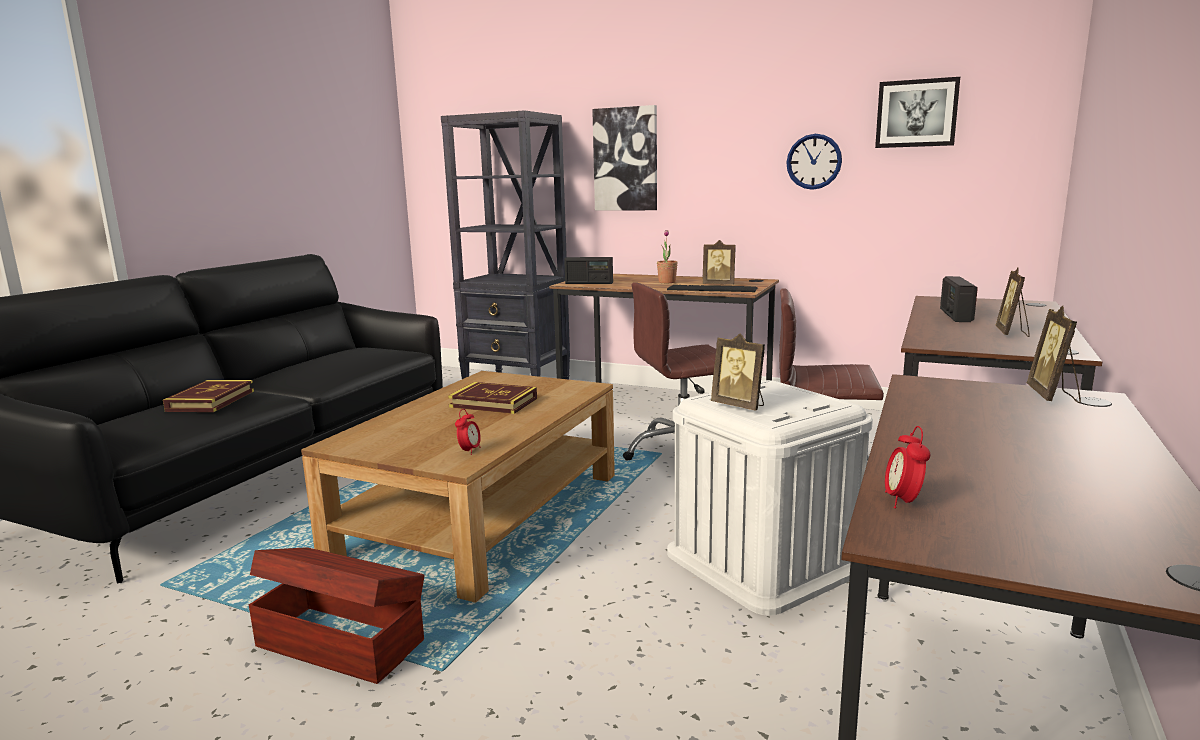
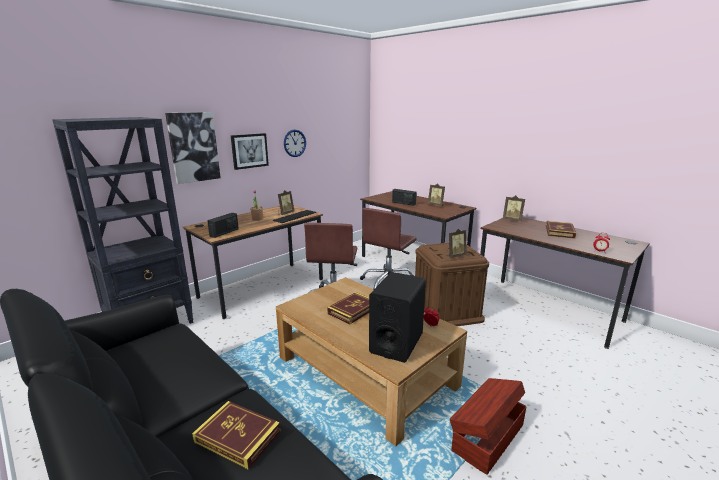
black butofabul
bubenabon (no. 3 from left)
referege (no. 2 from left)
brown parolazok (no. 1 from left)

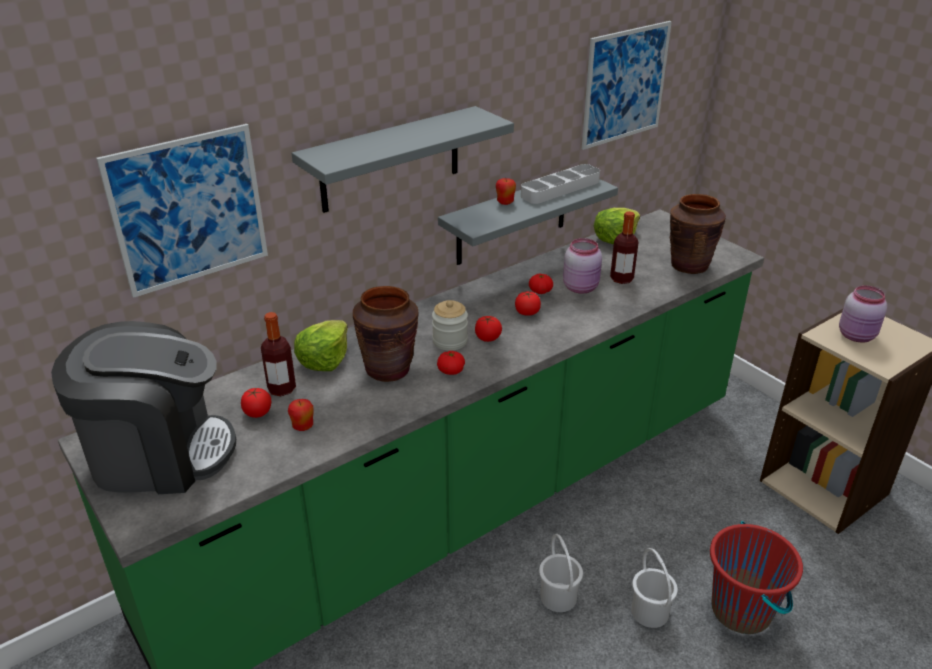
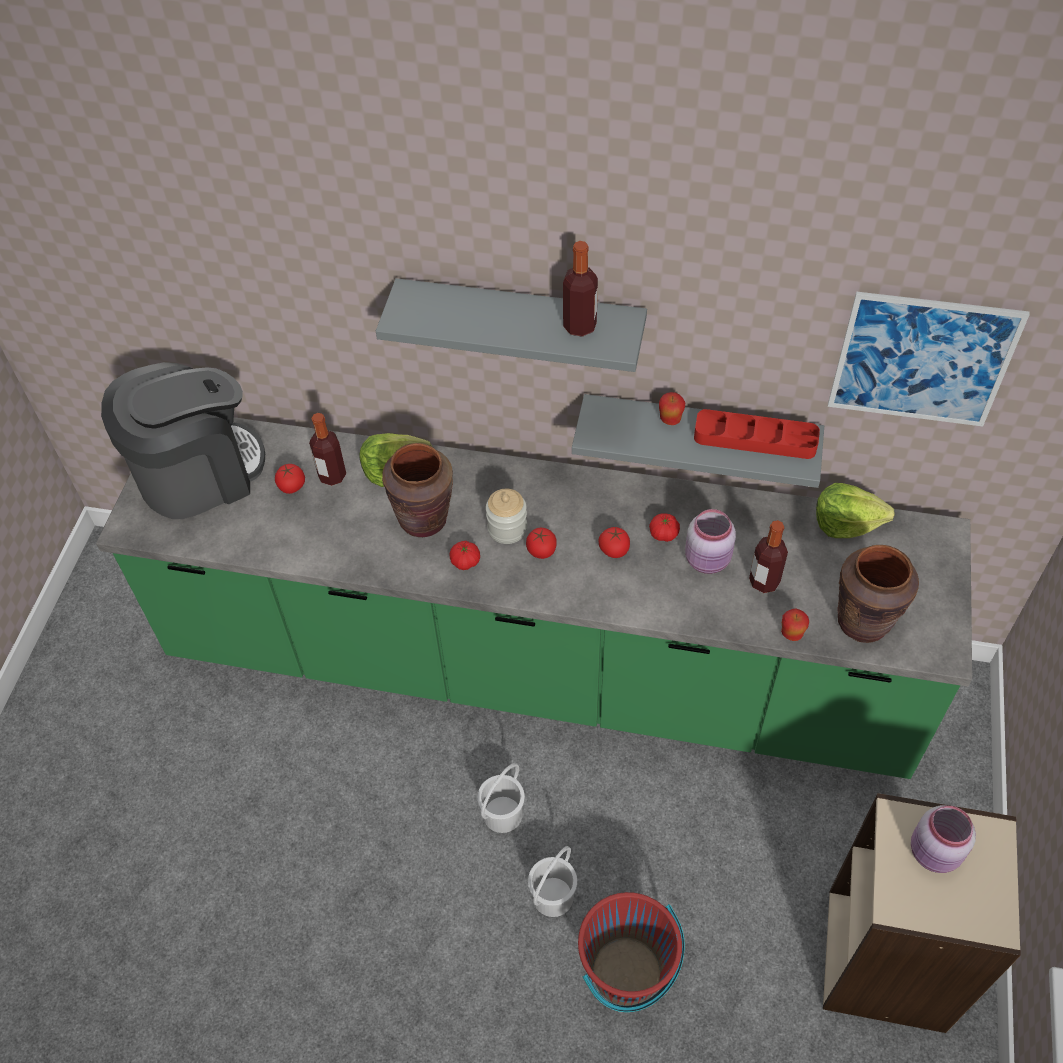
referege (no. 1 from left in the first image)
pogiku (no. 2 from left)
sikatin (no. 2 from left)
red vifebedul
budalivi

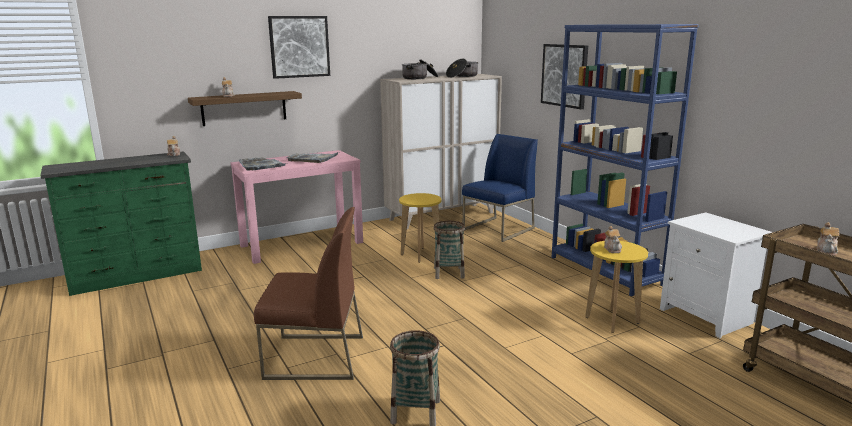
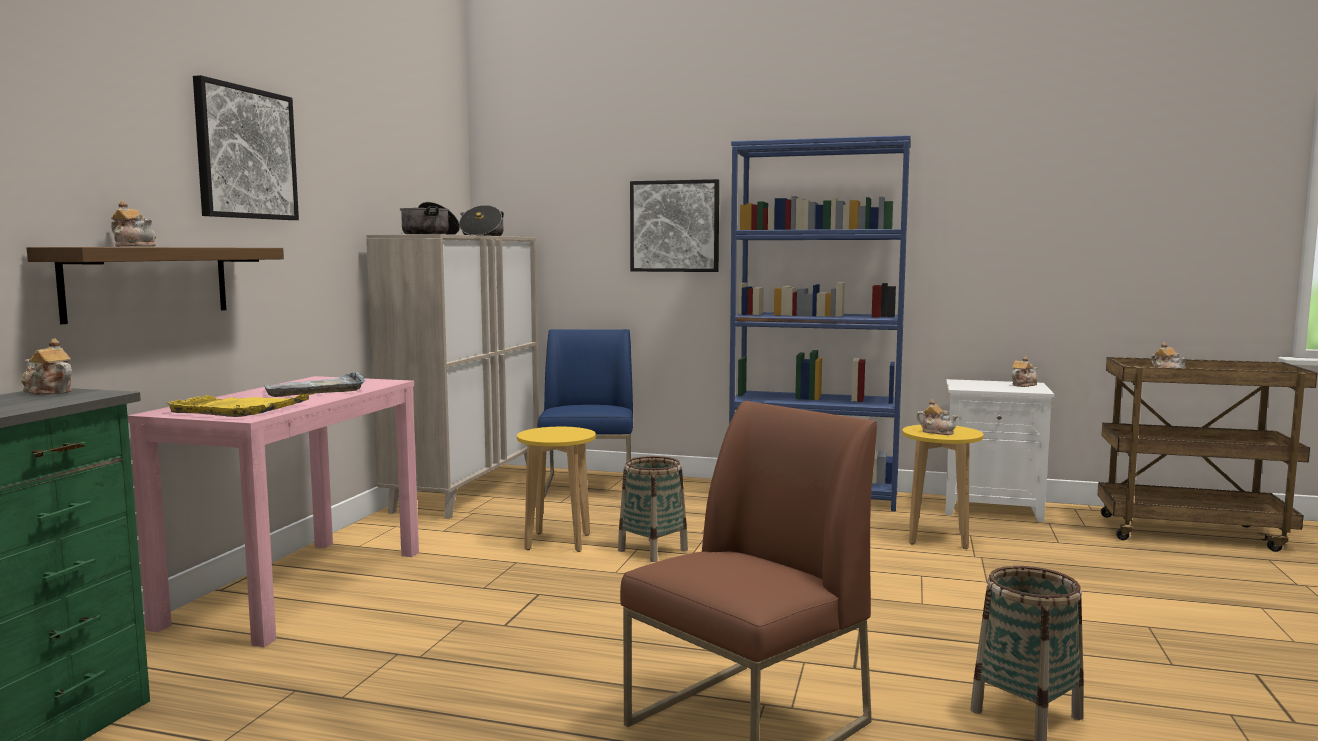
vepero (no. 4 from left)
yellow vifebedul

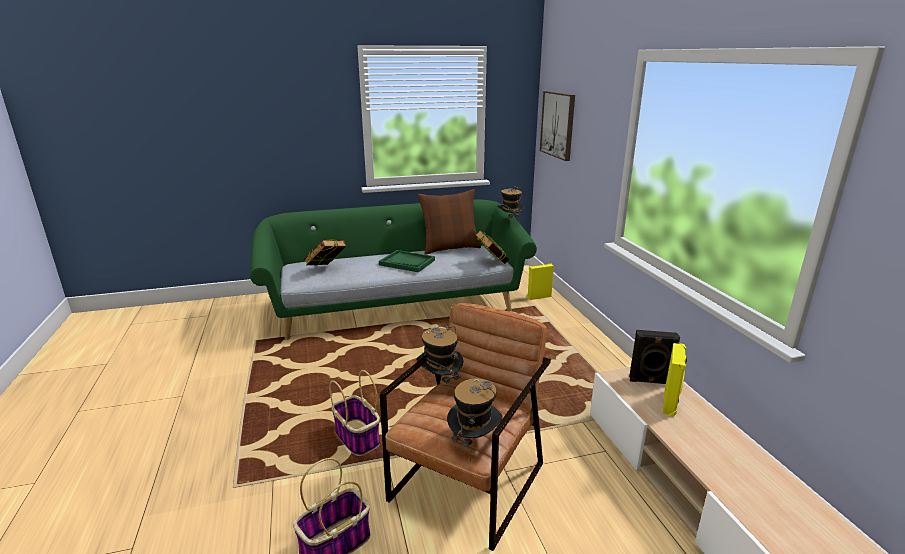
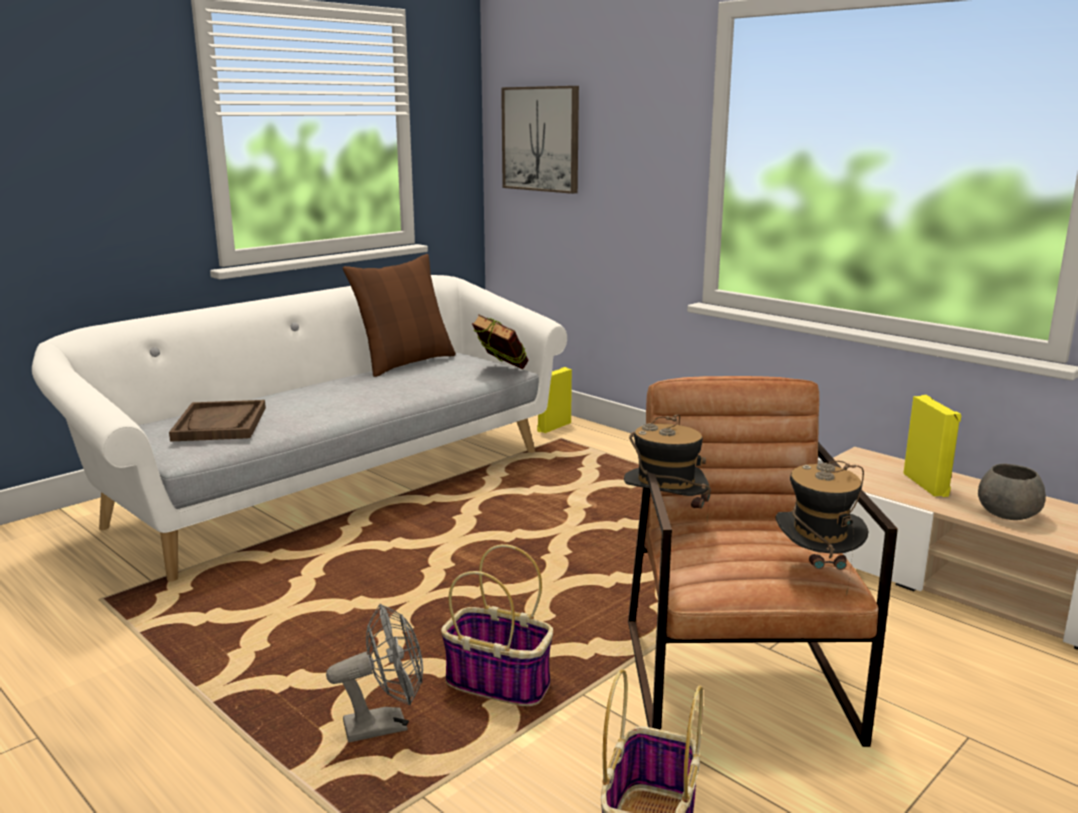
green vifebedul
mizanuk (no. 3 from left in the first image)
black butofabul
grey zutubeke
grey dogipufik
brown vifebedul
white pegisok

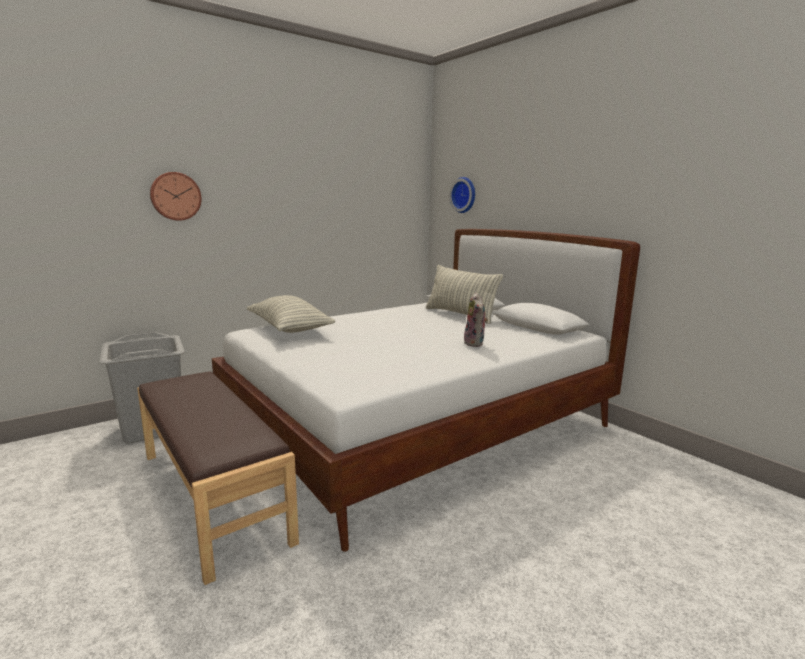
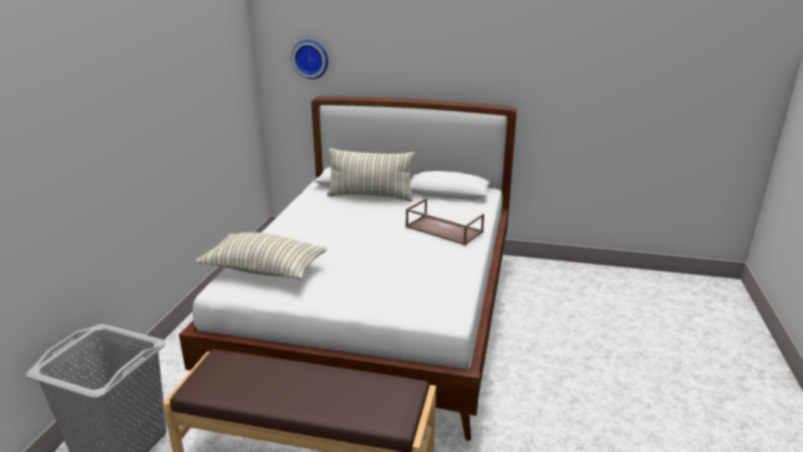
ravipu (no. 1 from left in the first image)
brown vifebedul

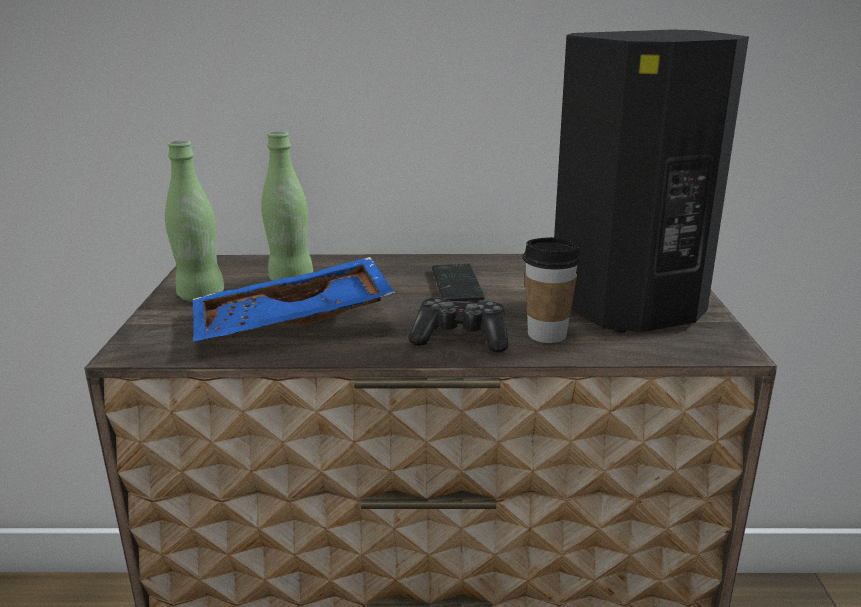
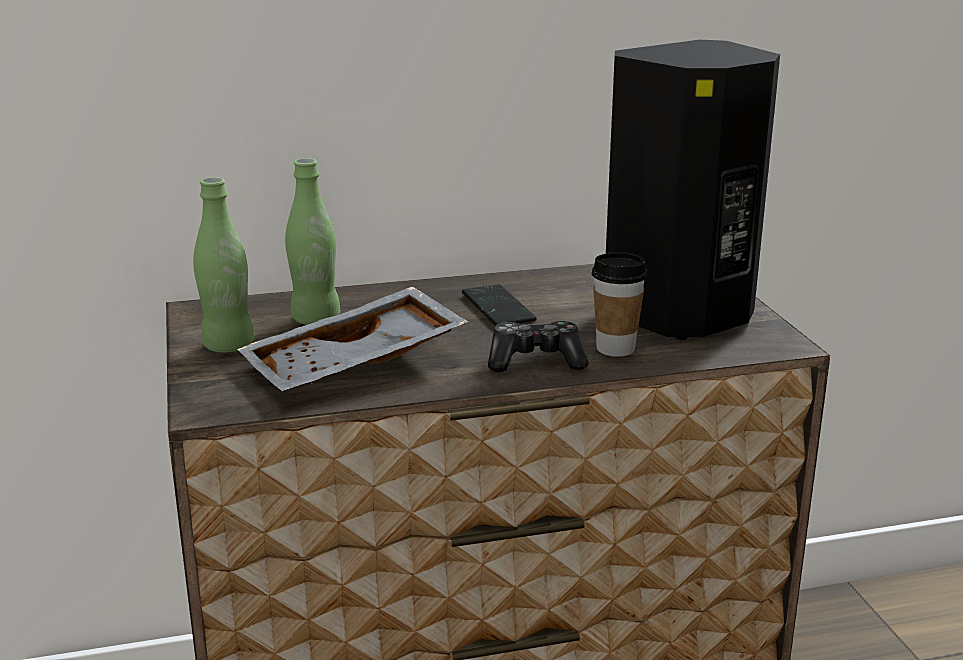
grey vifebedul

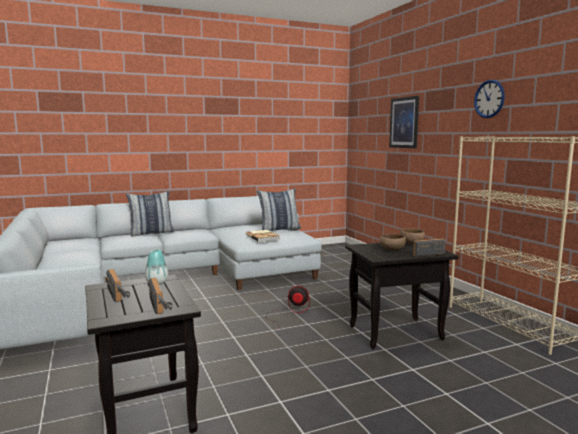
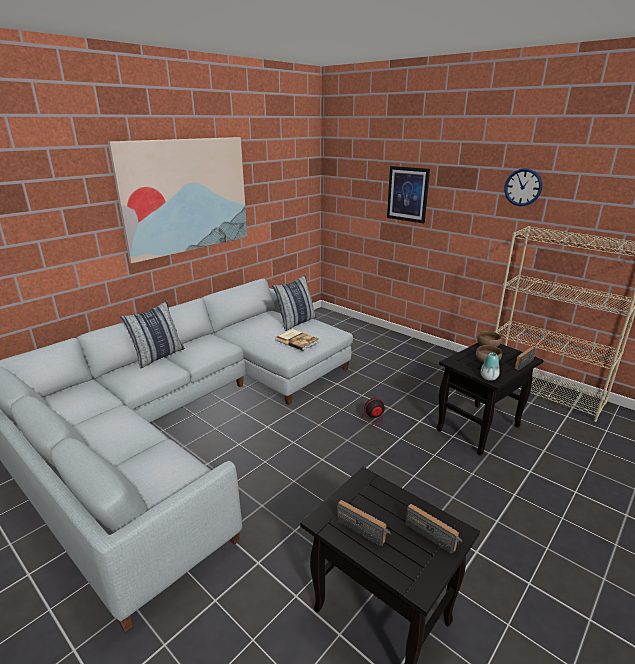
referege (no. 1 from left)
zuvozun

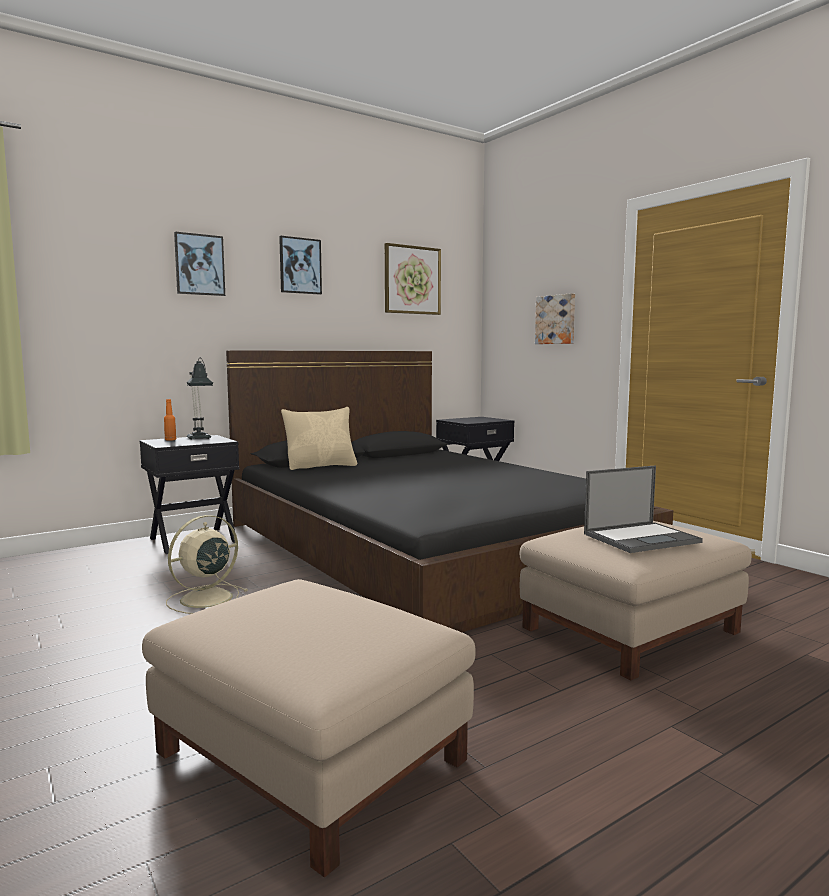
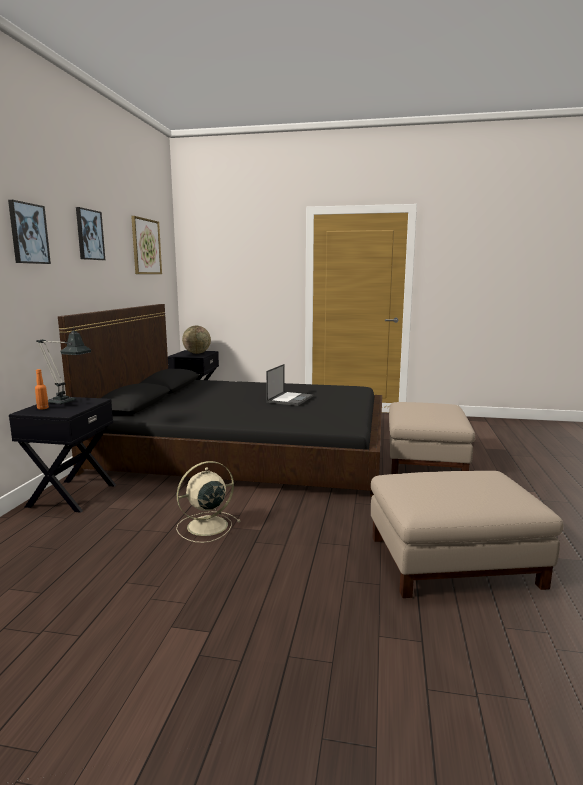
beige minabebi
referege (no. 4 from left in the first image)
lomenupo
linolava
beige zutubeke

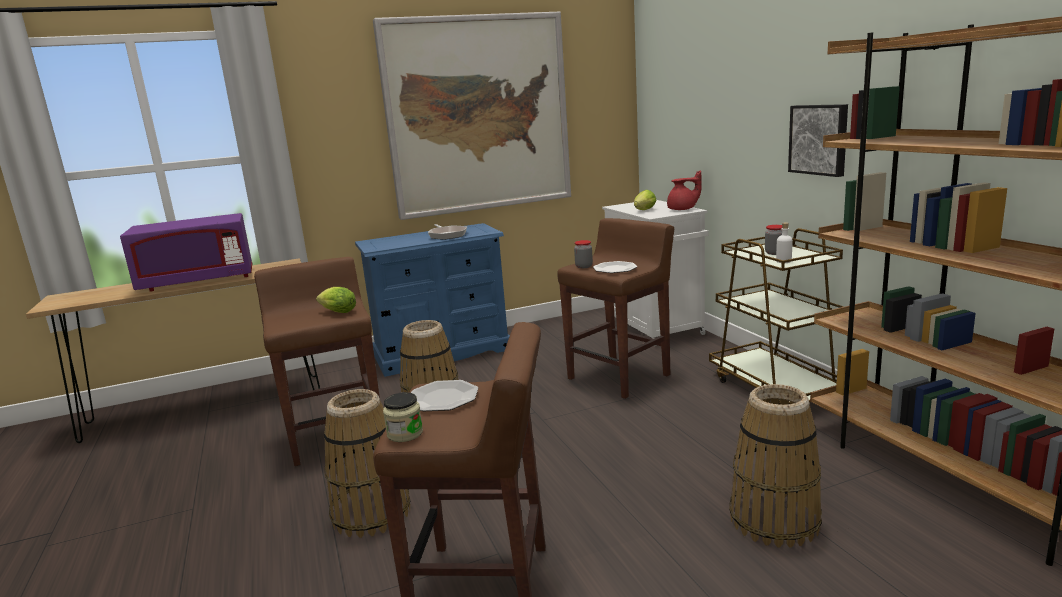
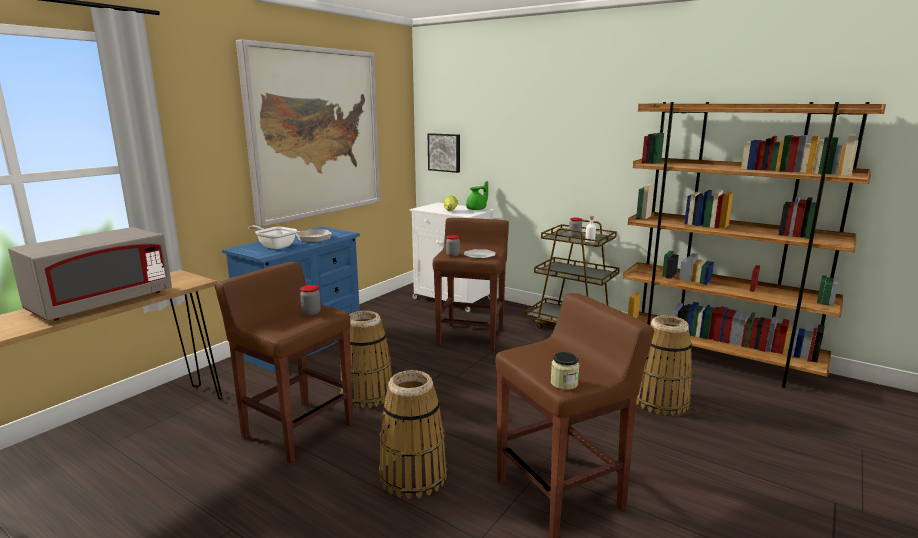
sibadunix (no. 1 from left in the first image)
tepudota (no. 1 from left)
referege (no. 2 from left)
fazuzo (no. 1 from left)
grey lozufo
green vepero

